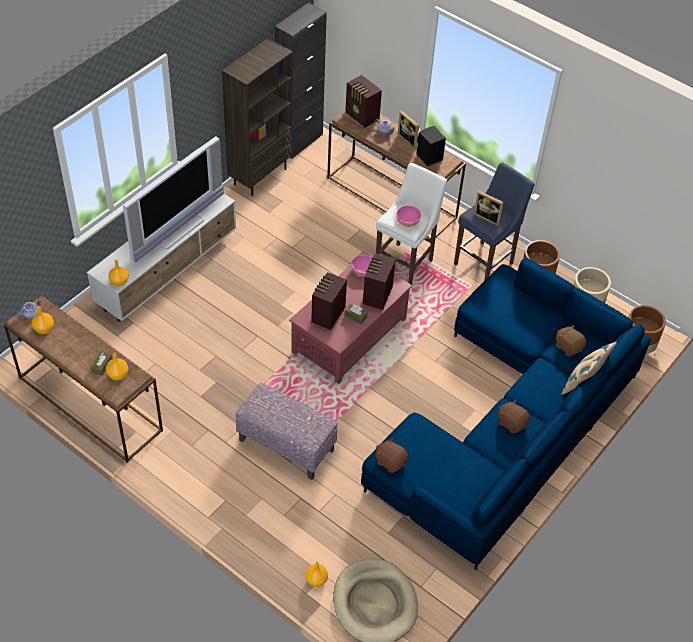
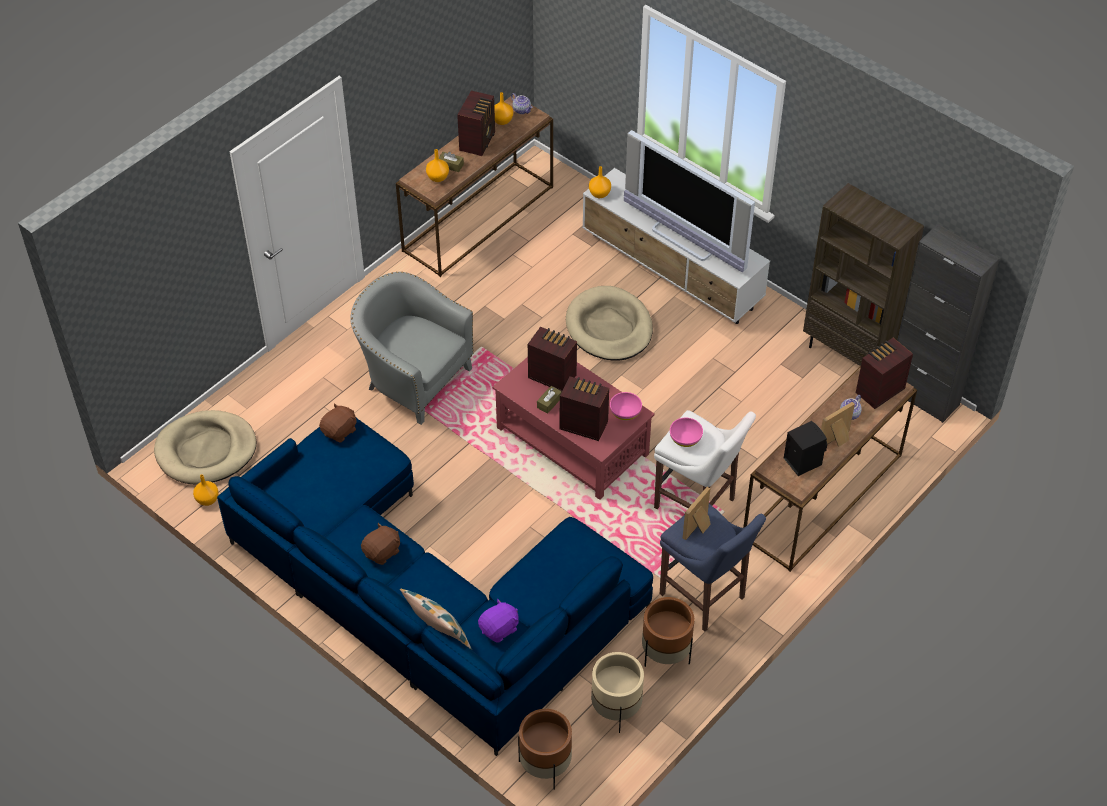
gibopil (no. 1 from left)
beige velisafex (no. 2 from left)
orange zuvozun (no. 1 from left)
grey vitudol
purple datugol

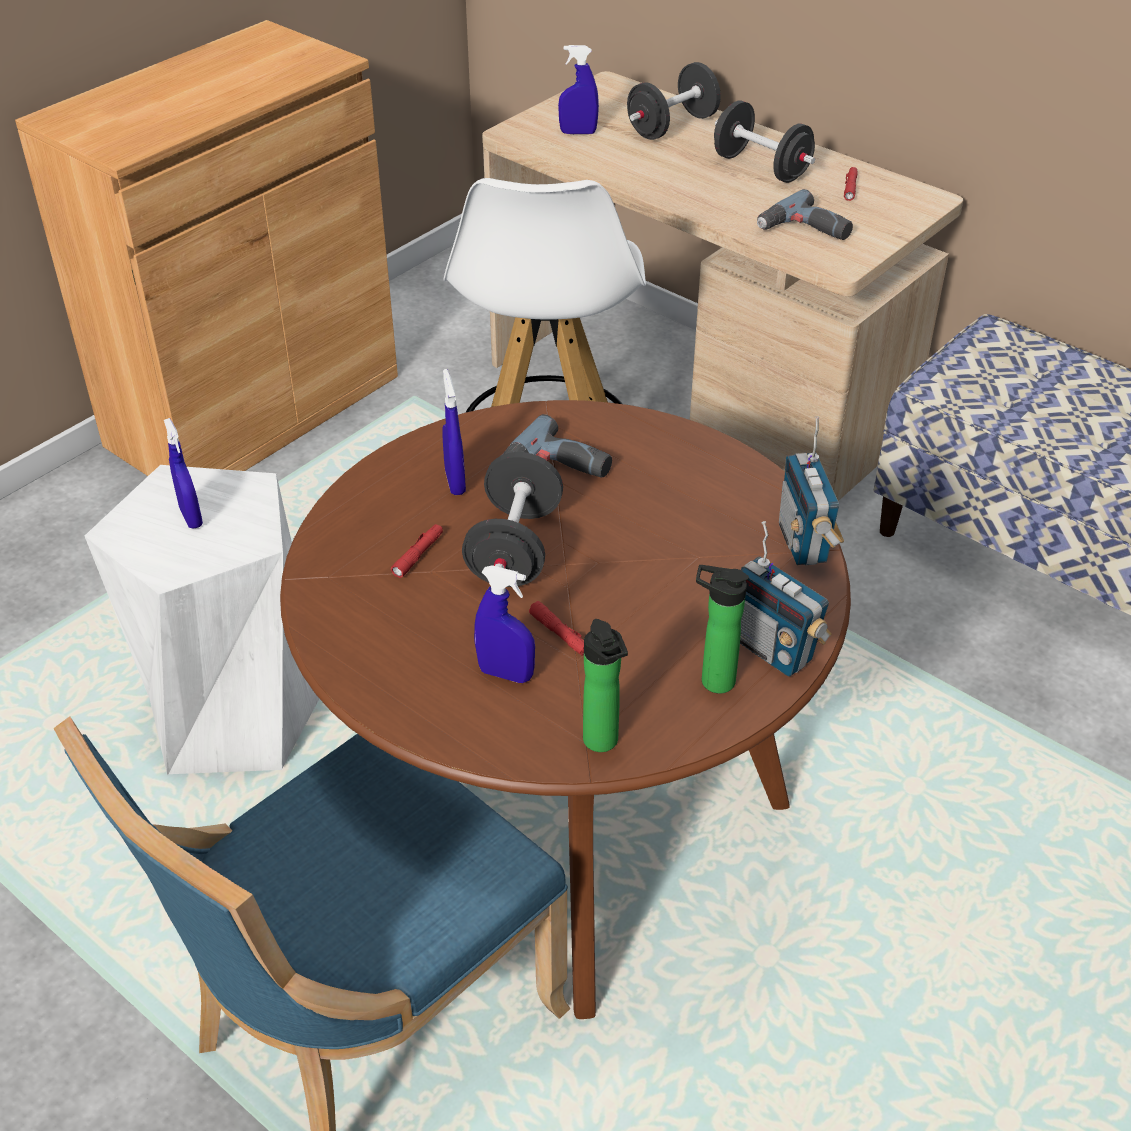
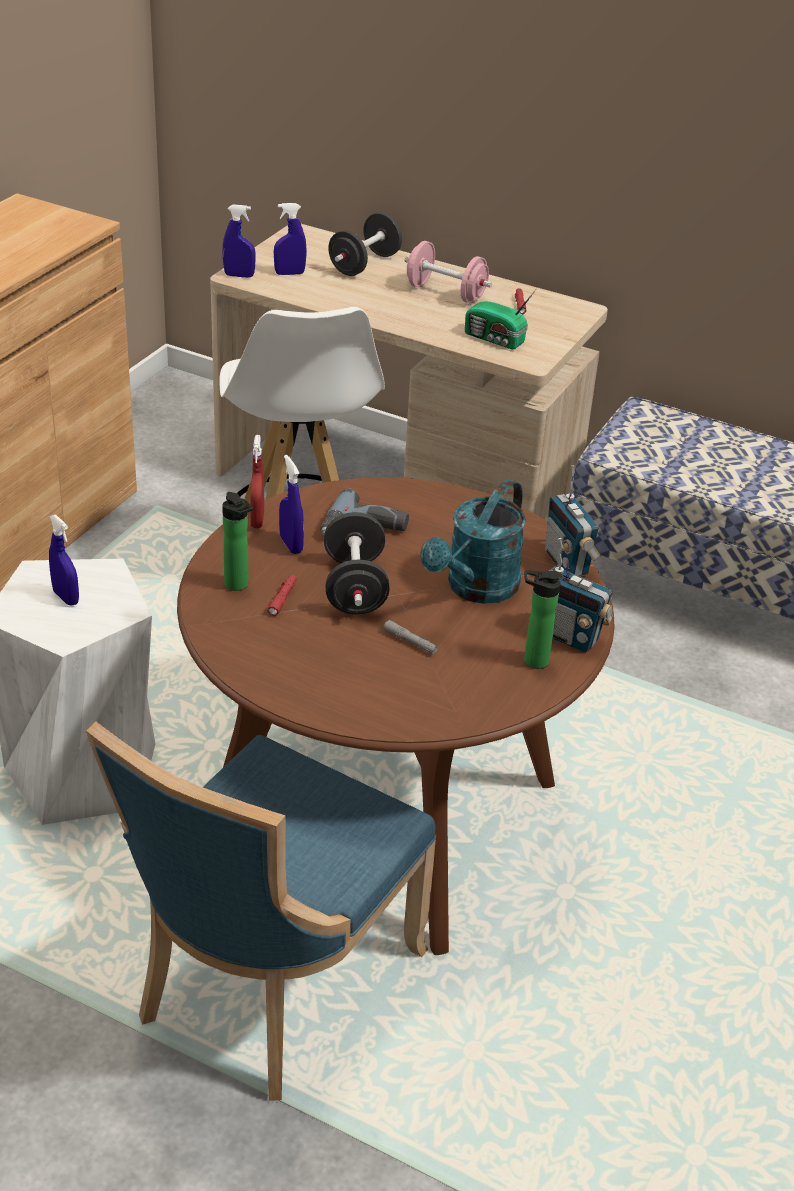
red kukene
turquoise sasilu
blue kukene (no. 2 from left)
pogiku (no. 1 from left)
gibopil (no. 1 from left)
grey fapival
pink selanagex

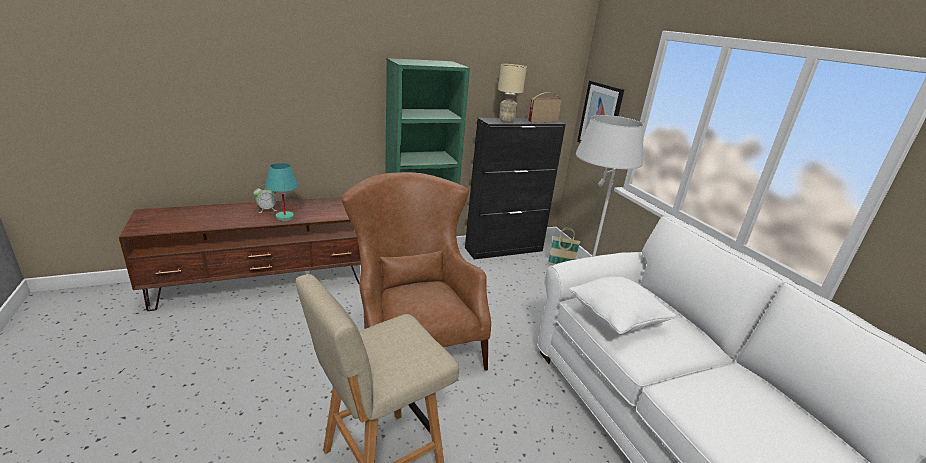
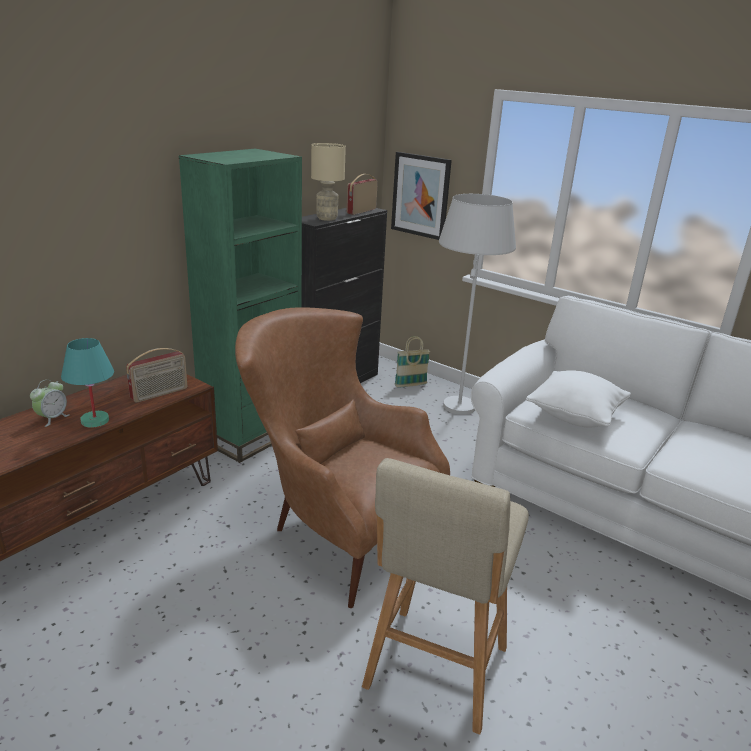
gibopil (no. 1 from left)

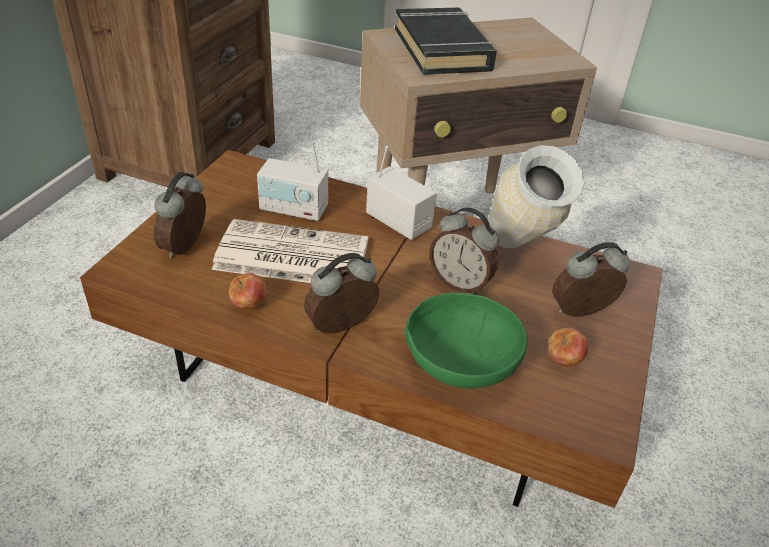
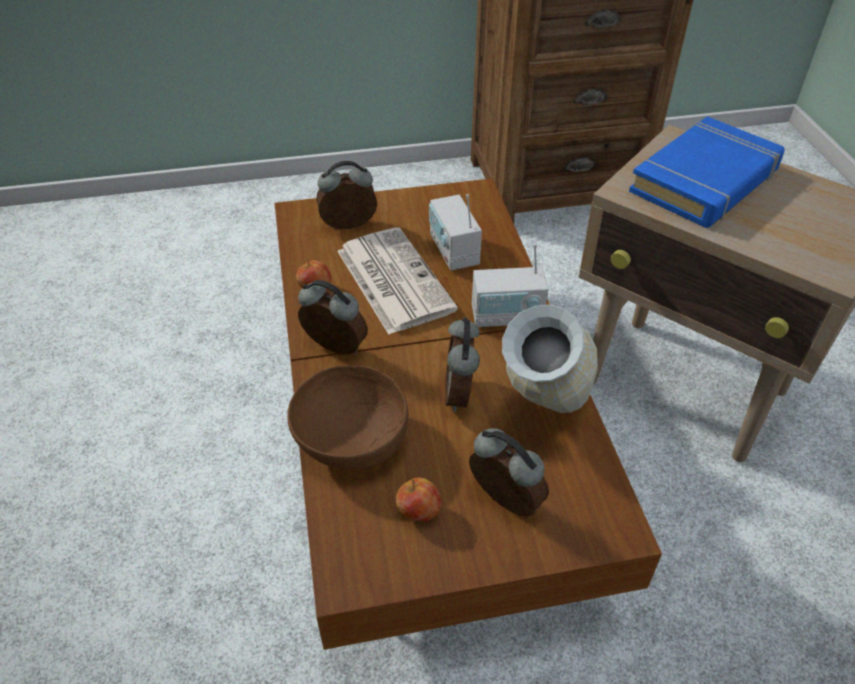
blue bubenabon
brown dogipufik
gibopil (no. 2 from left)

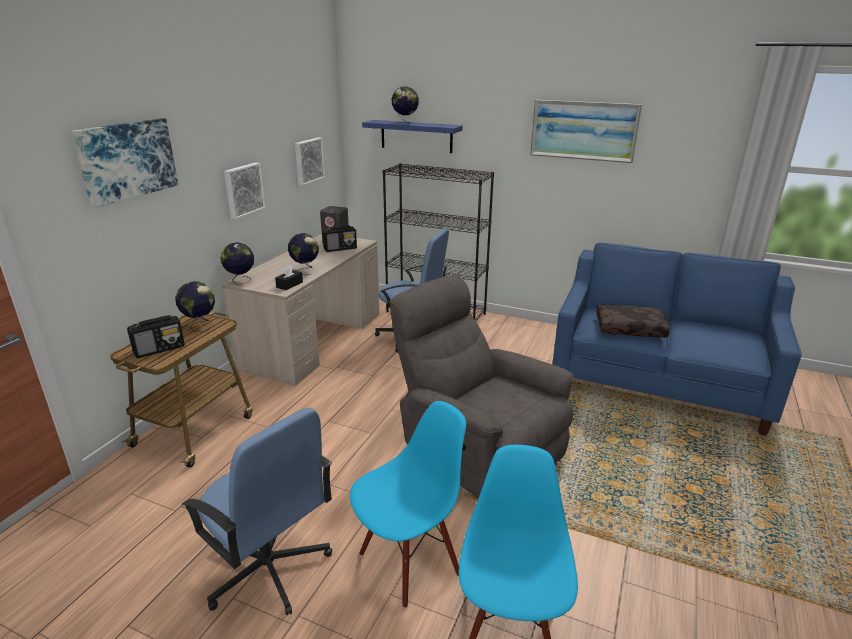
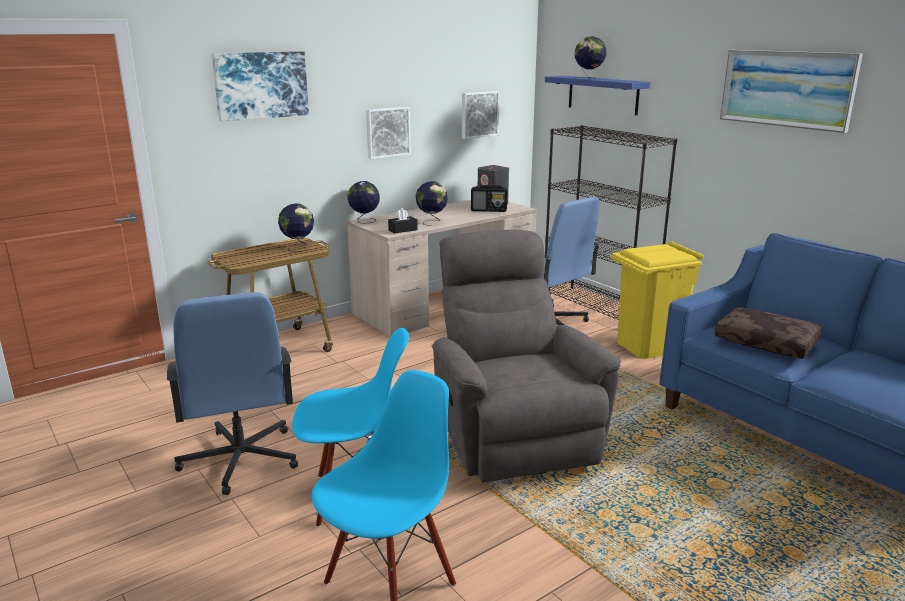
gibopil (no. 1 from left in the first image)
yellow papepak

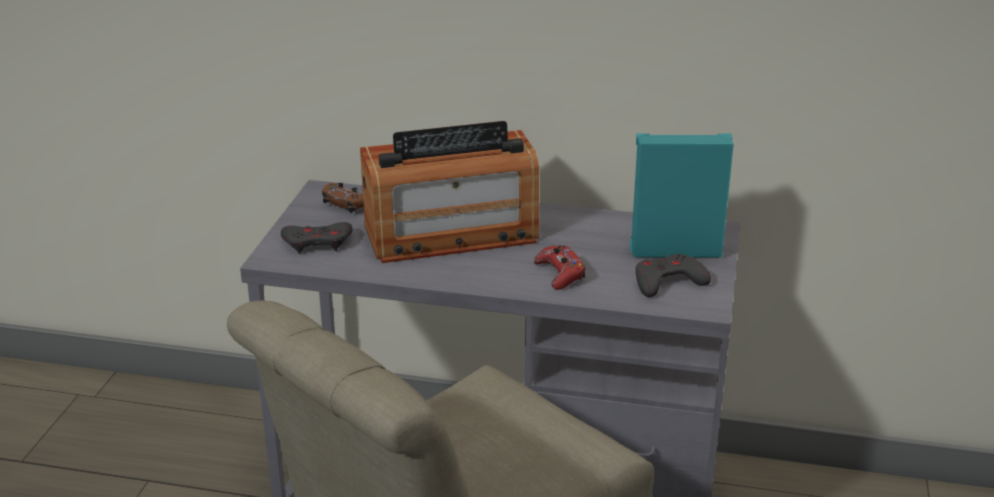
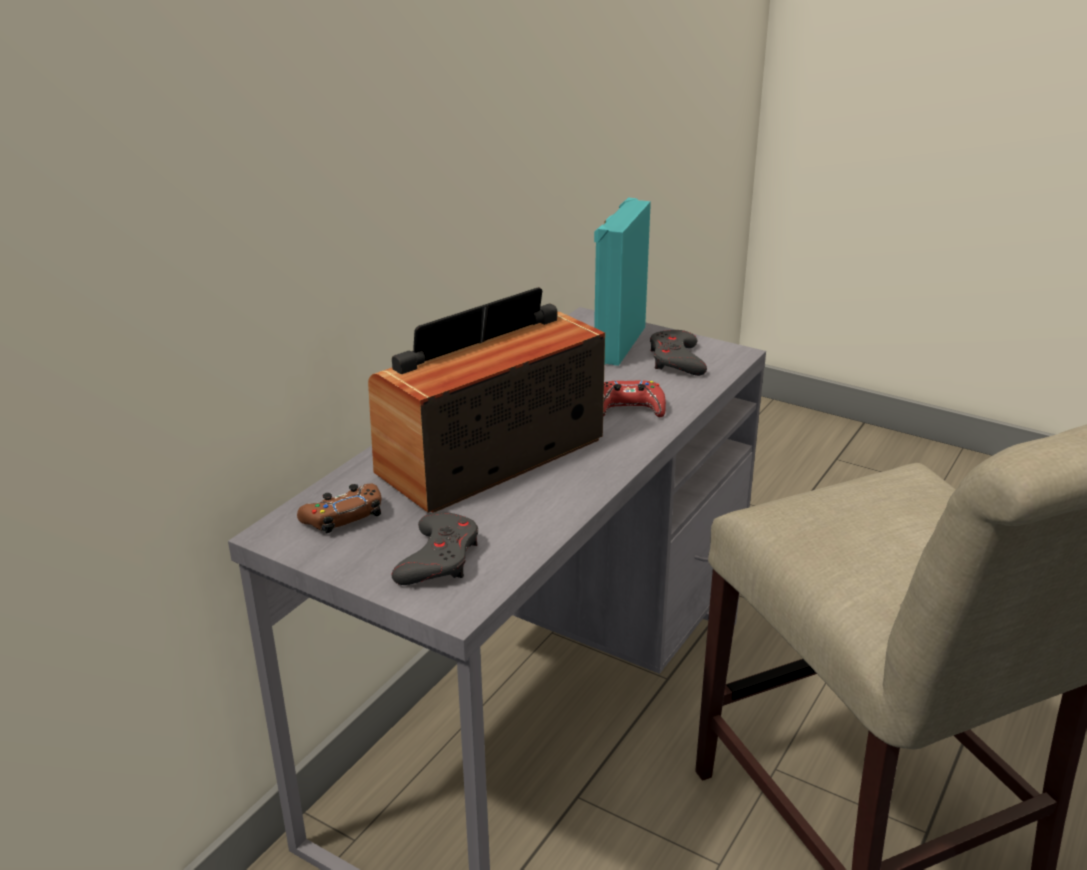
gibopil

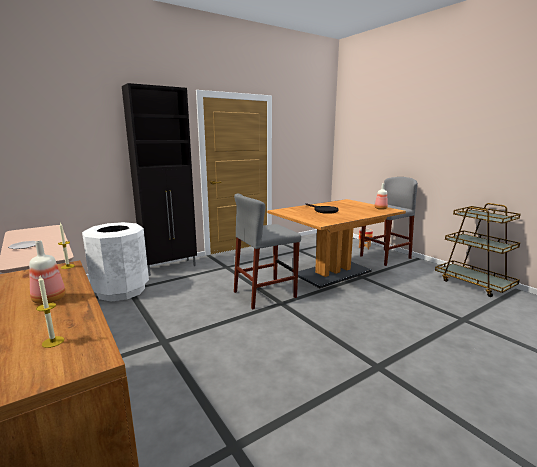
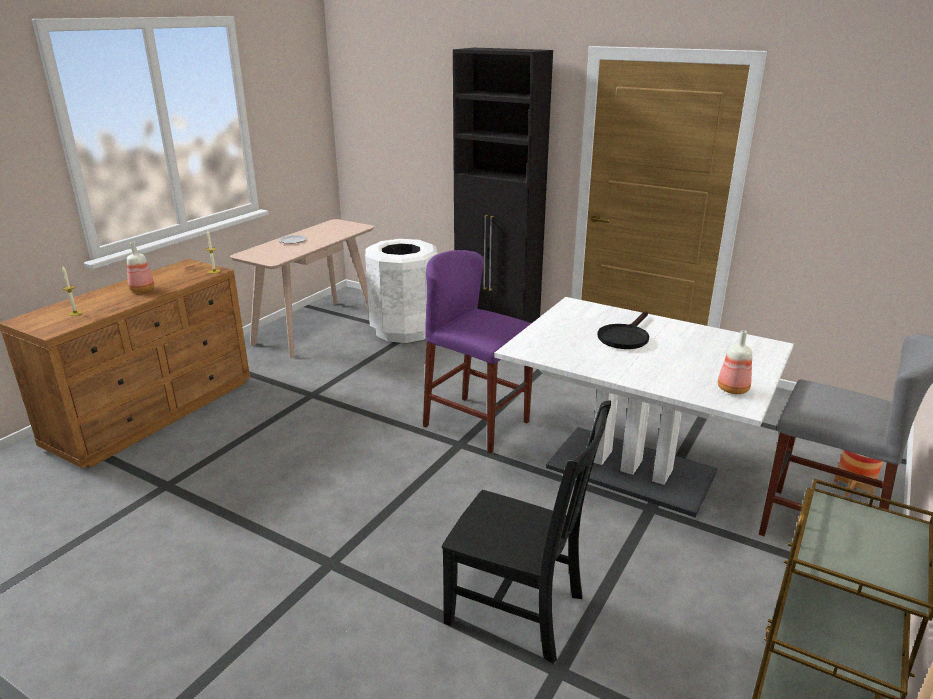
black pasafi
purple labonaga
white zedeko

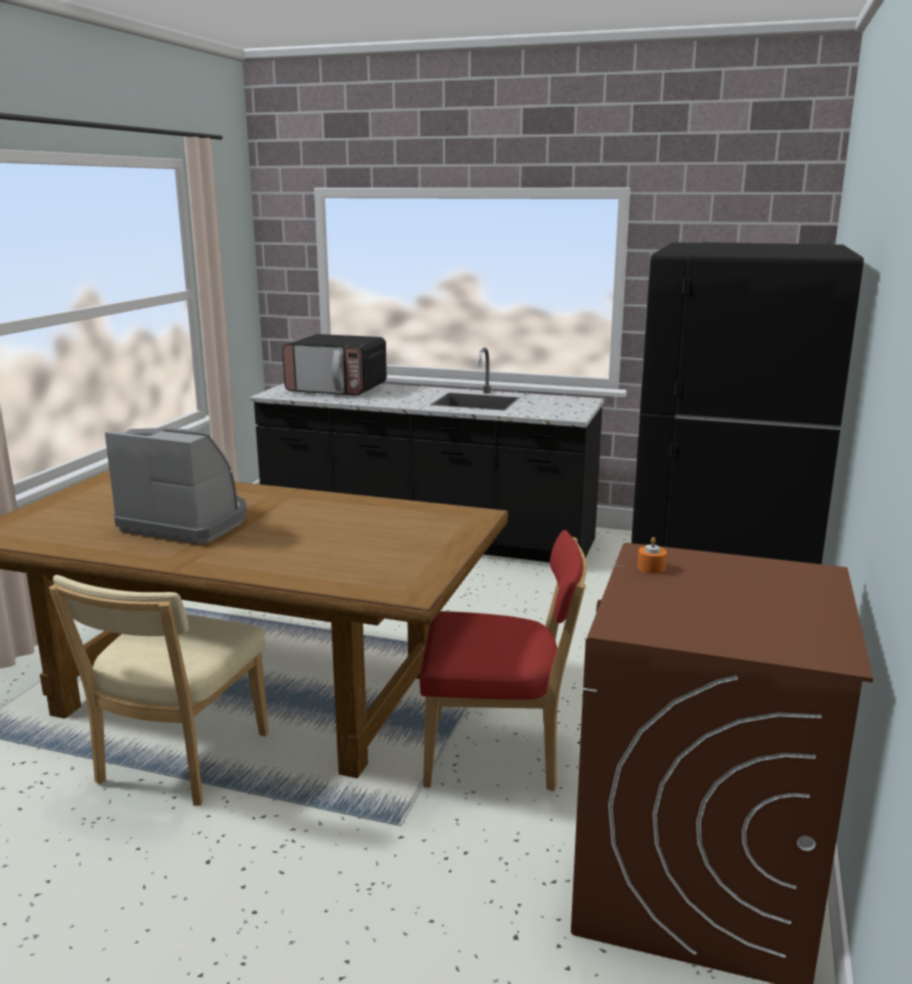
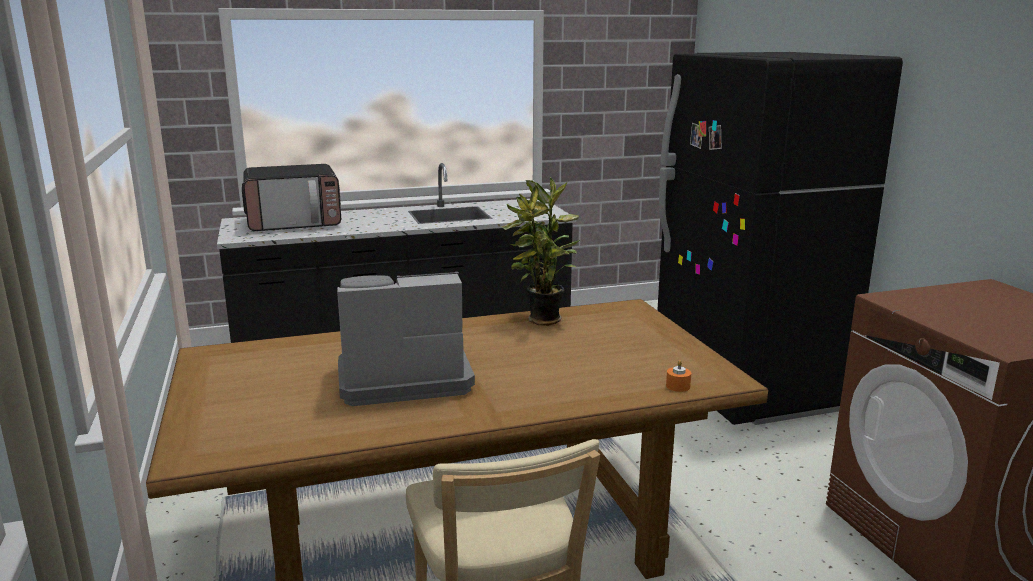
red pasafi
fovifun
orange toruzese

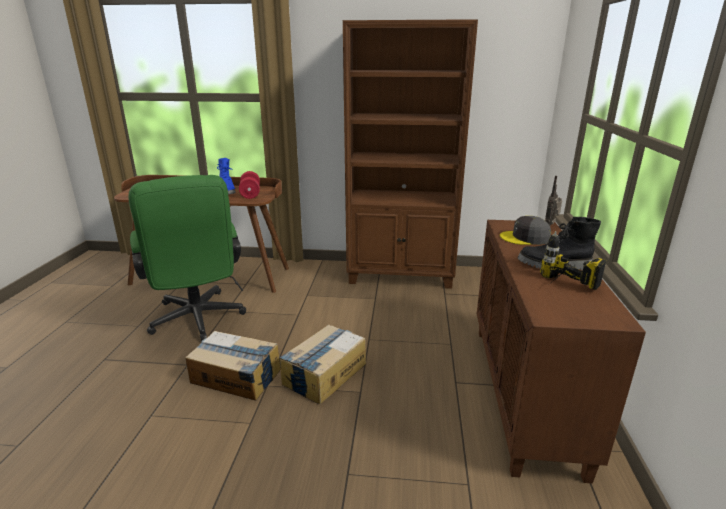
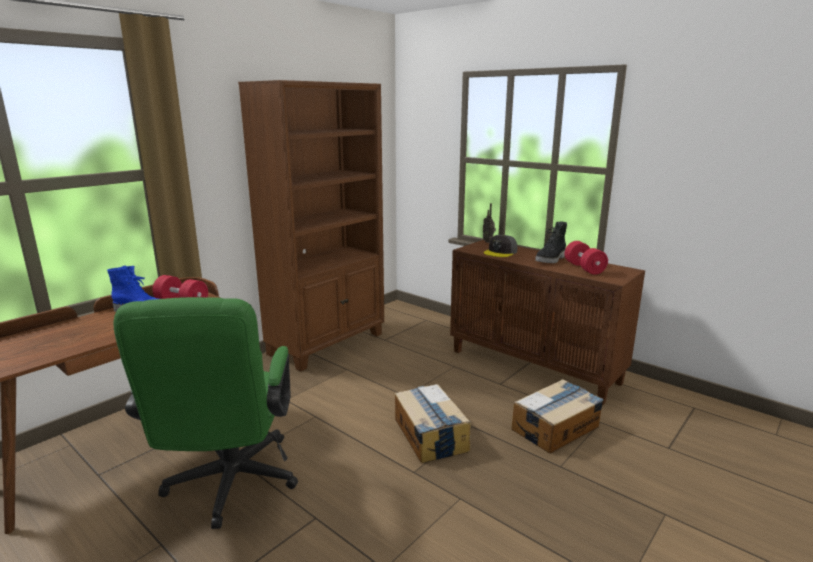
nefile (no. 2 from left)
red selanagex (no. 2 from left)
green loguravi

